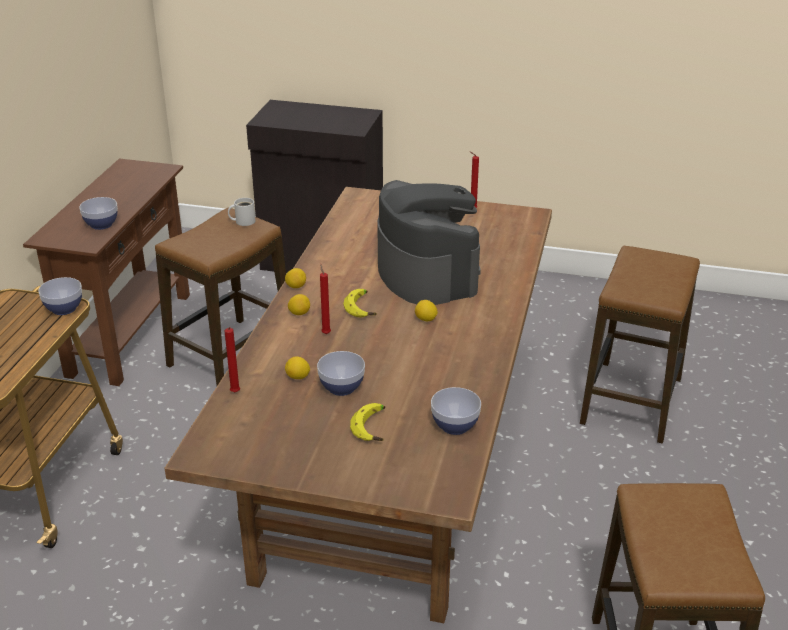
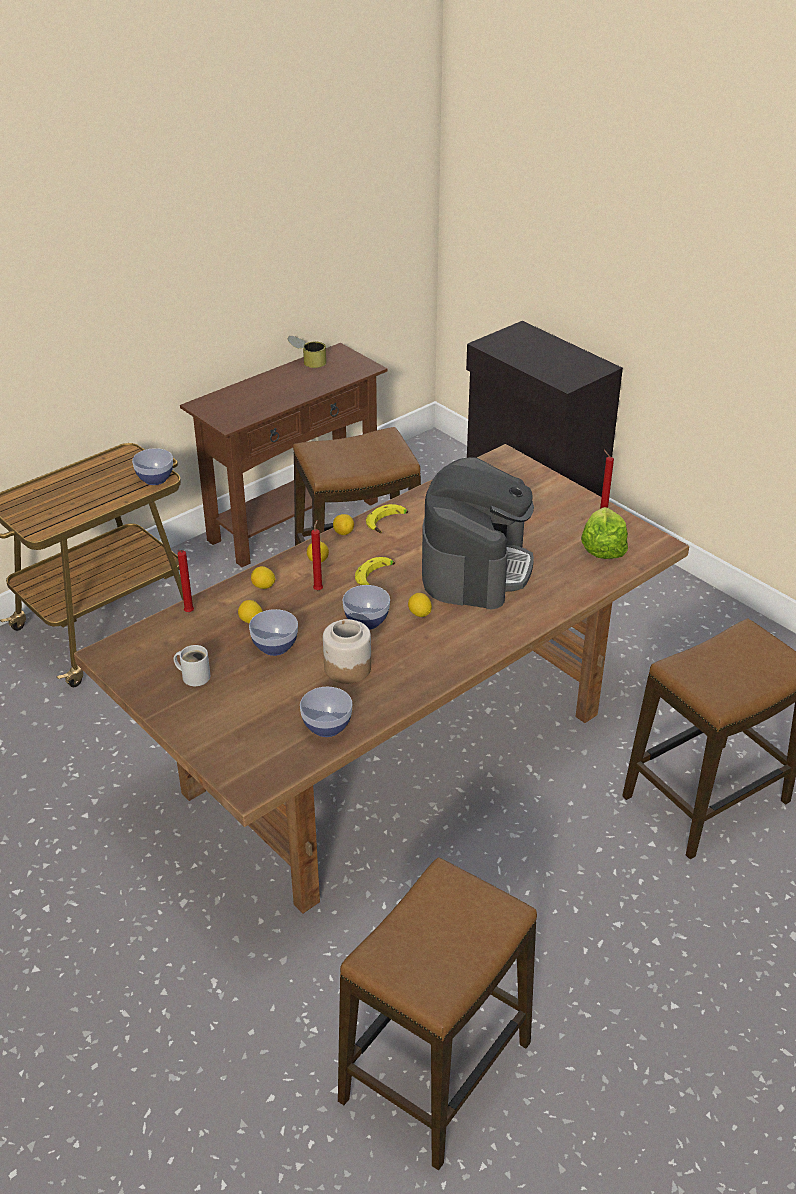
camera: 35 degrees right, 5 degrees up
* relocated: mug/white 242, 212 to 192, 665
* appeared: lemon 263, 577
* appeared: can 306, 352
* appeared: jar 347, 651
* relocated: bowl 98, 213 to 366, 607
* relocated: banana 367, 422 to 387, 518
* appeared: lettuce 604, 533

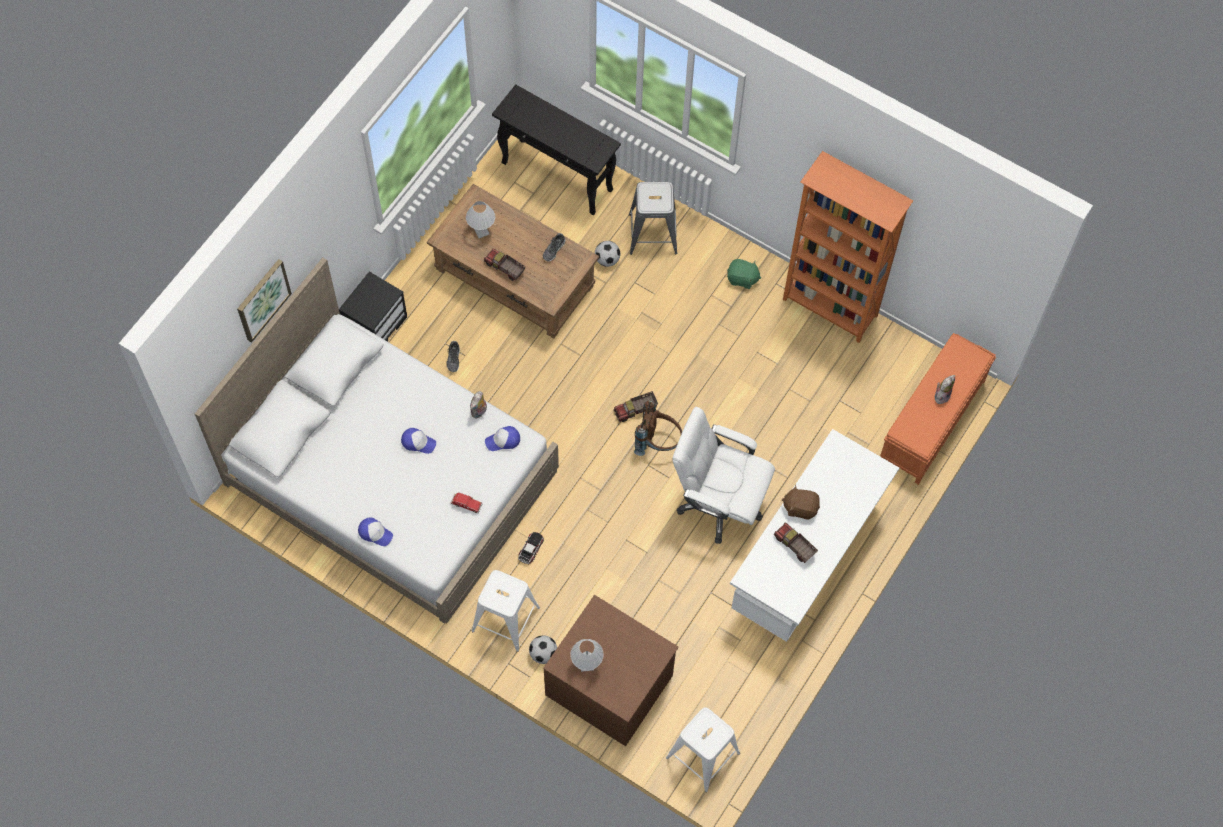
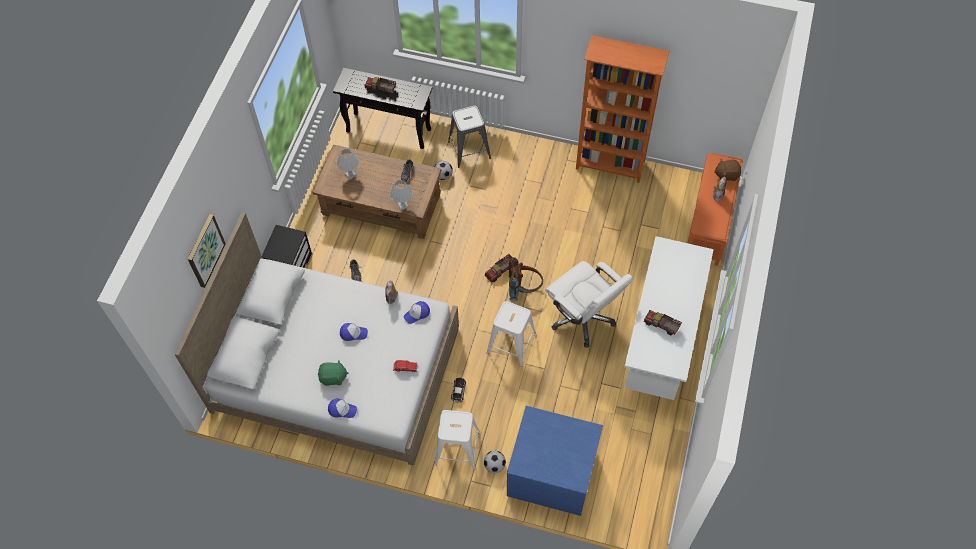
camera: 15 degrees left, 5 degrees down
* relocated: plush toy/green 744, 274 to 333, 373
* relocated: toy truck 504, 264 to 380, 86
* relocated: table lamp/white 586, 655 to 401, 195
* relocated: stool/white 703, 749 to 511, 334
* colour: dresser/brown 611, 670 to dresser/blue 555, 461
* spun: office chair/white 723, 475 = 589, 304 135 degrees counterclockwise
* relocated: plush toy/brown 801, 502 to 727, 170

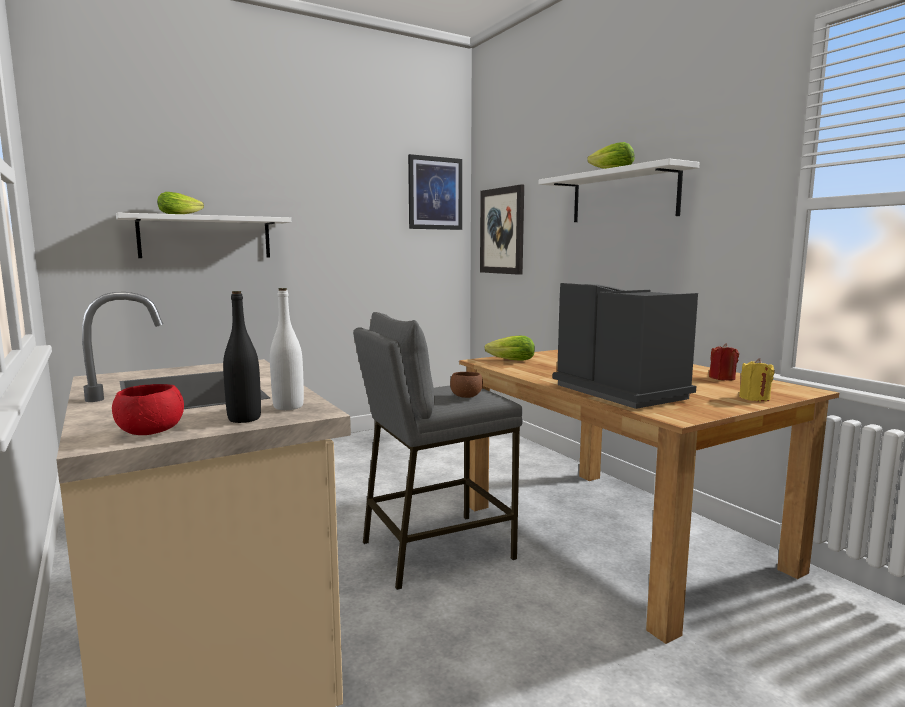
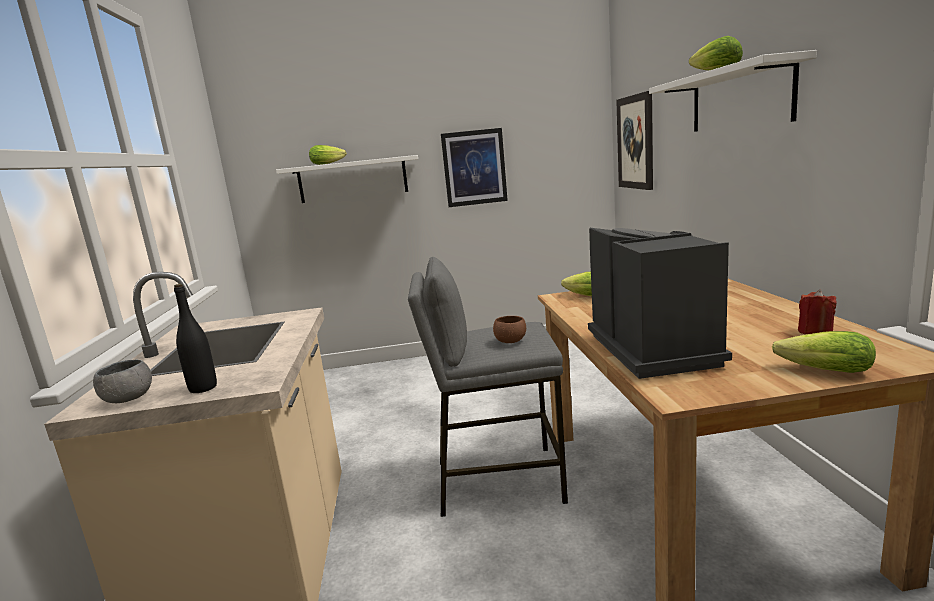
camera: 25 degrees right, 5 degrees up
* colour: bowl/red 148, 409 to bowl/grey 122, 381
* relocated: picture 435, 192 to 474, 167
* exchanged: candle/yellow 756, 380 to lettuce 824, 352
* missing: bottle/white 287, 349

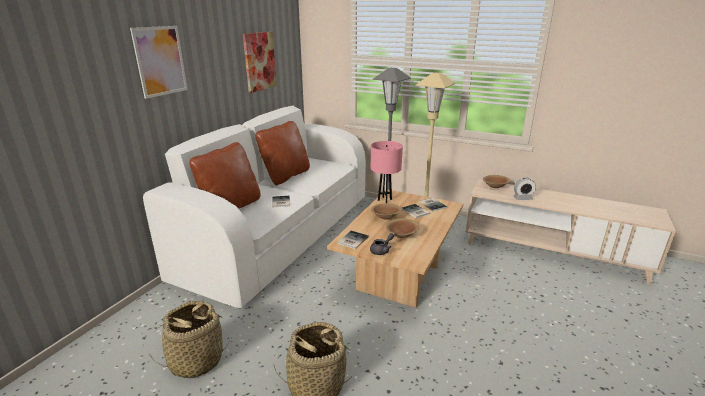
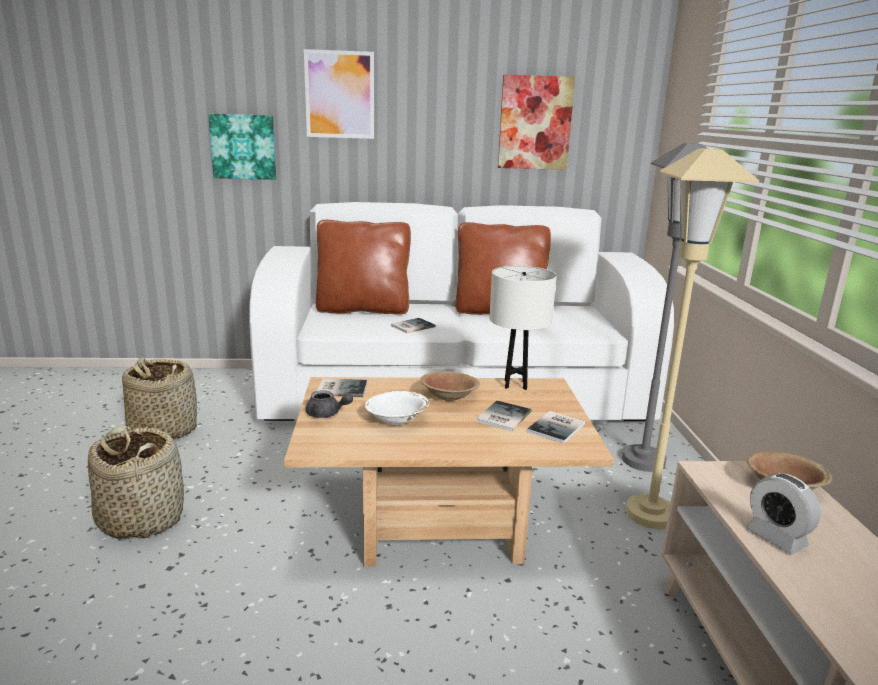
camera: 60 degrees right, 5 degrees down
* appeared: picture 242, 147
* colour: bowl/brown 402, 228 to bowl/white 397, 408
* colour: table lamp/pink 387, 172 to table lamp/white 523, 328

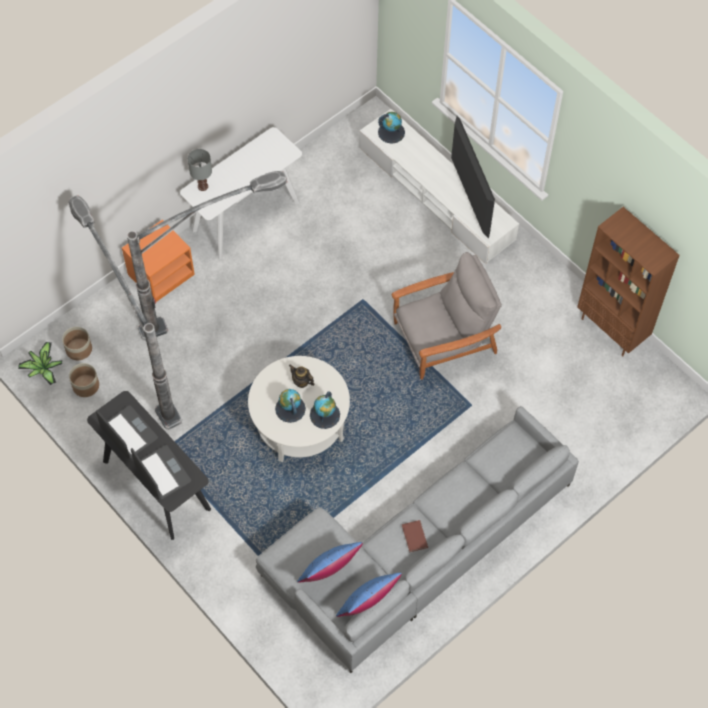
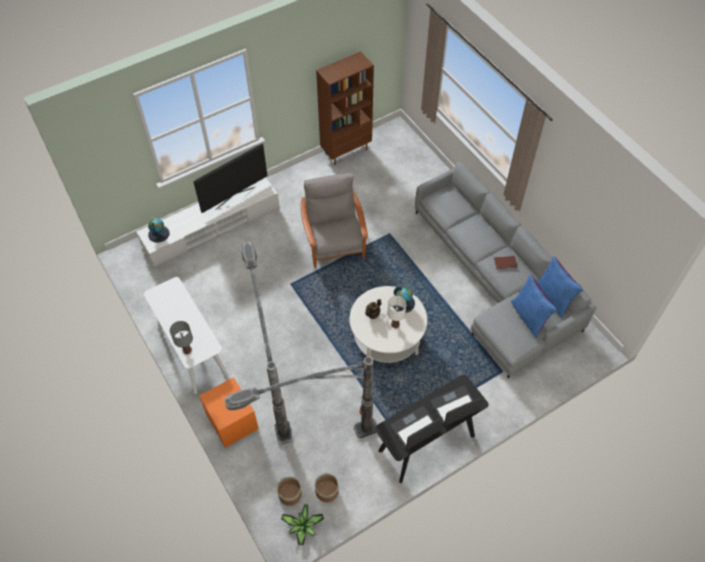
camera: 80 degrees left, 5 degrees down
* spun: television 473, 177 = 230, 178 150 degrees clockwise
* exchanged: globe 290, 406 to table lamp/white 396, 312

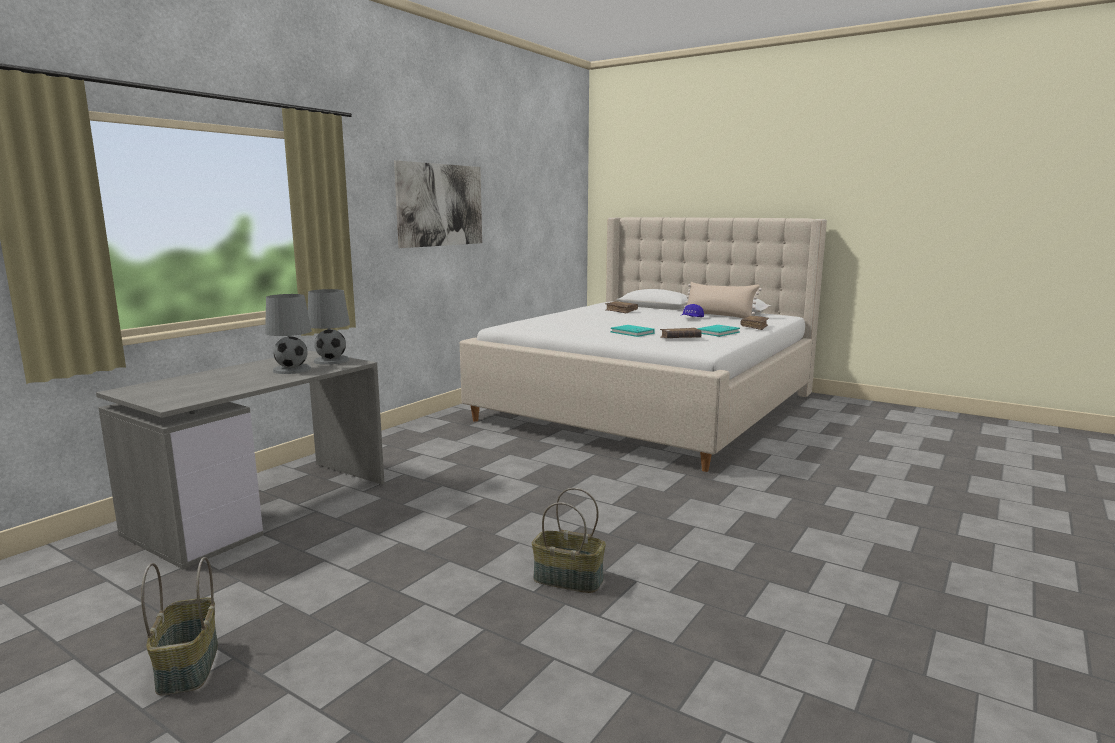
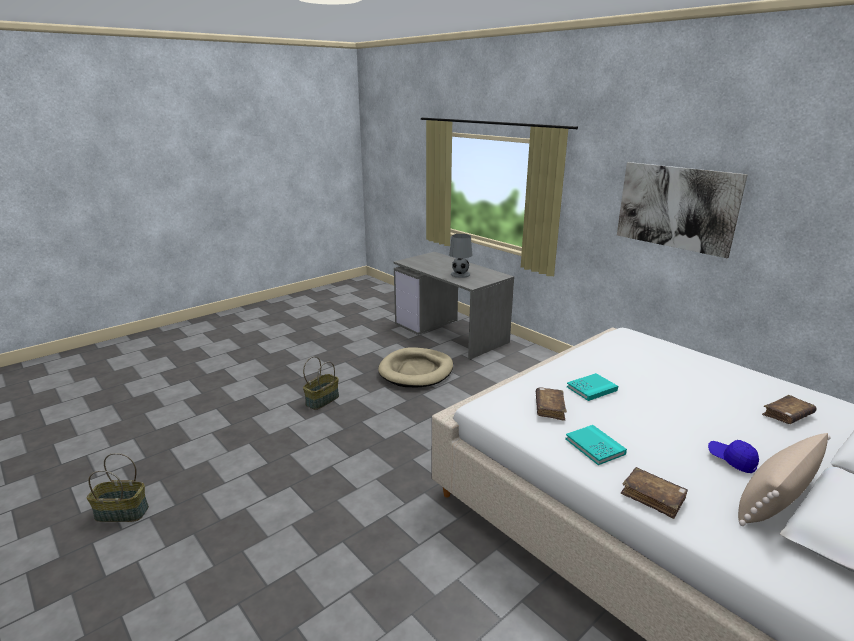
camera: 105 degrees right, 10 degrees up
* relocated: basket 179, 626 to 118, 487
* appeared: dog bed/beige 415, 367
* missing: table lamp/grey 329, 327

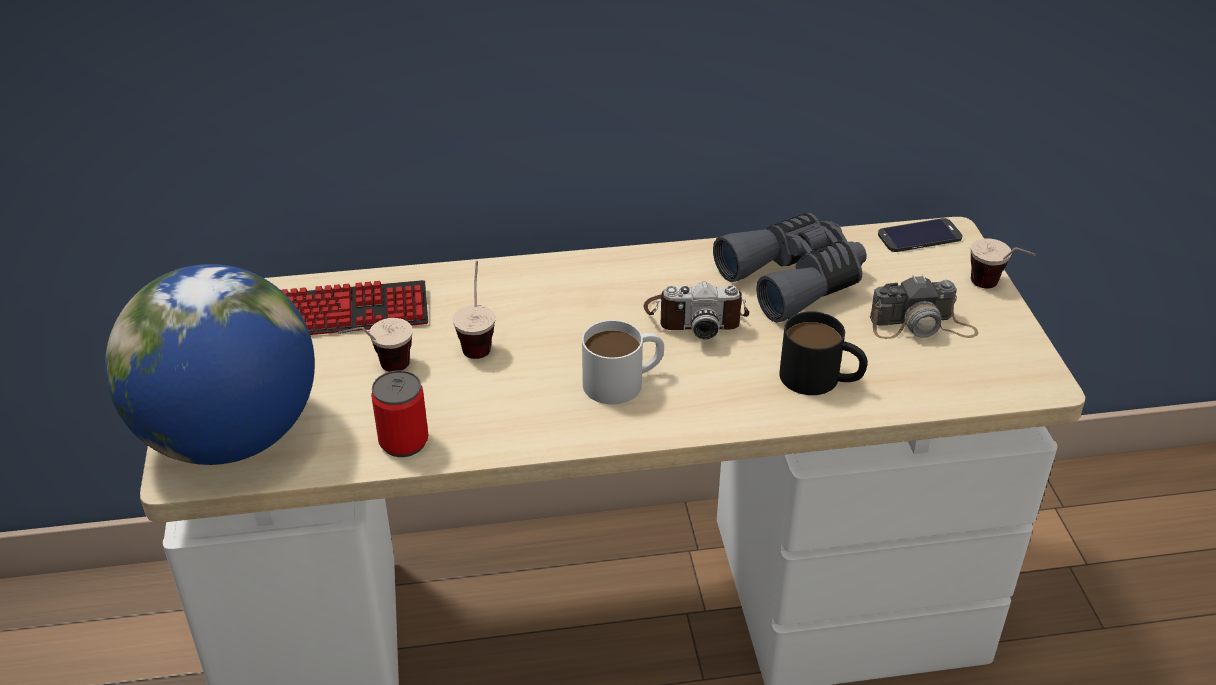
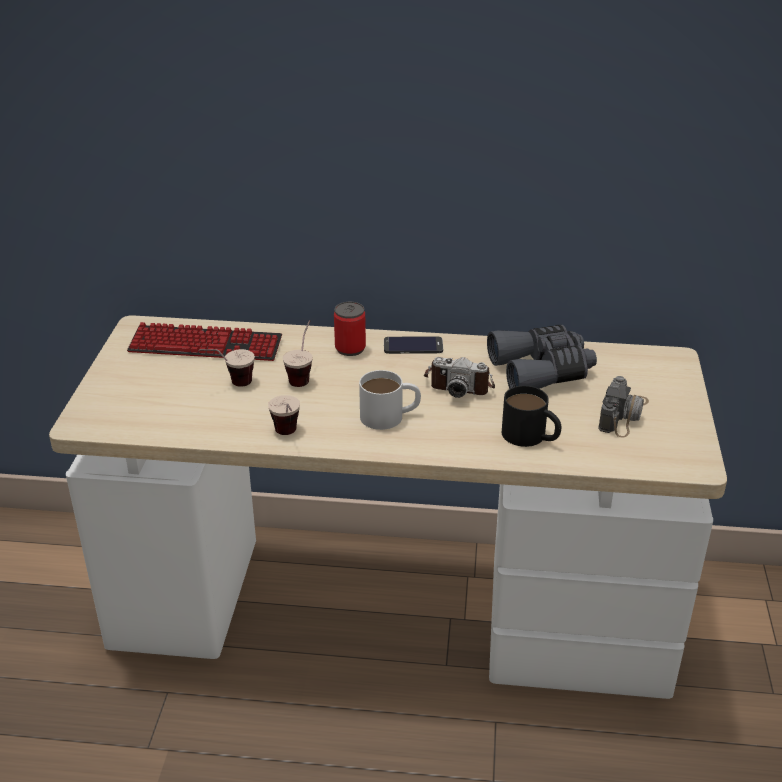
camera: 15 degrees right, 5 degrees down
* relocated: cup 1003, 263 to 284, 415
* relocated: can 399, 413 to 350, 329
* relocated: phone 920, 235 to 413, 345
* spun: photo camera 924, 307 = 623, 406 75 degrees counterclockwise
* missing: globe 210, 364

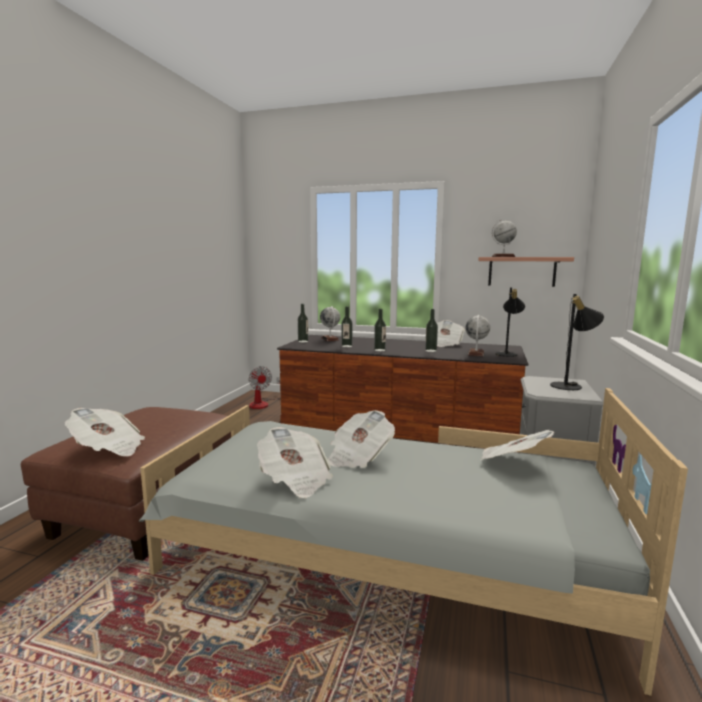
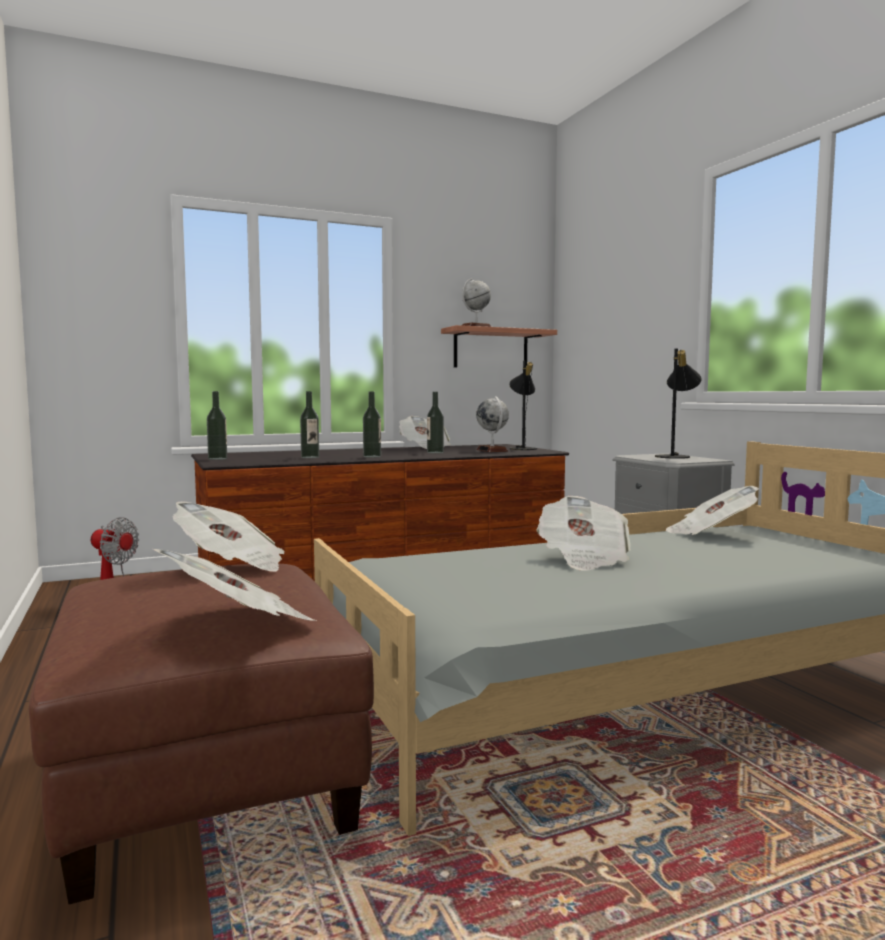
camera: 40 degrees left, 5 degrees down
* relocated: newspaper 295, 462 to 228, 536
* missing: globe 330, 323

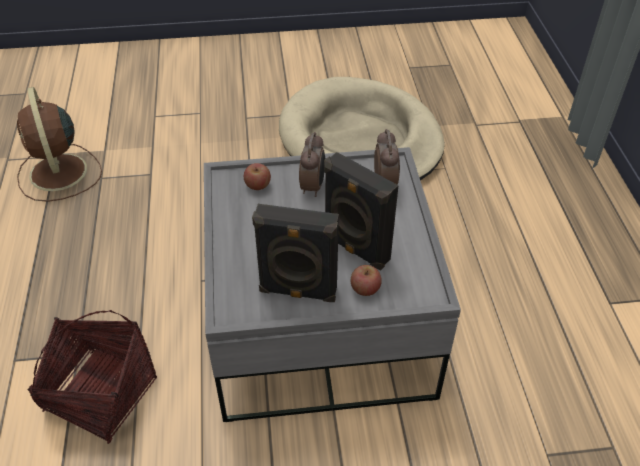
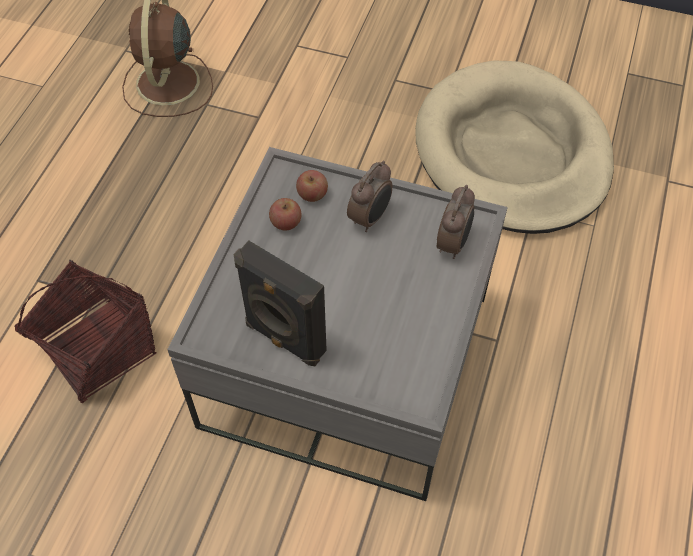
camera: 25 degrees right, 10 degrees up
* relocated: apple 366, 280 to 285, 214
* missing: speaker/black 361, 211

